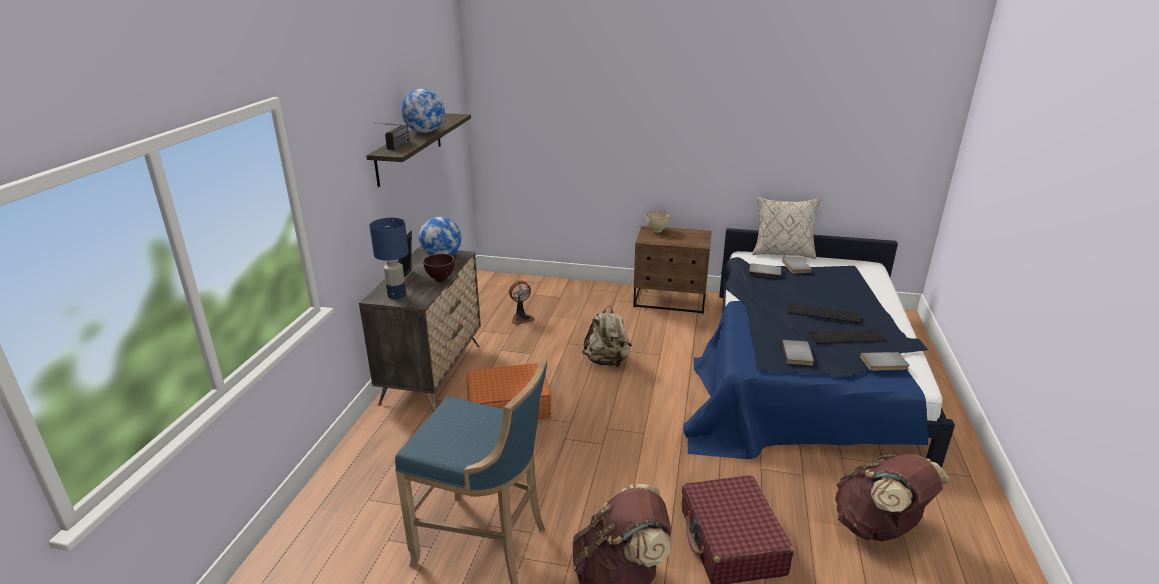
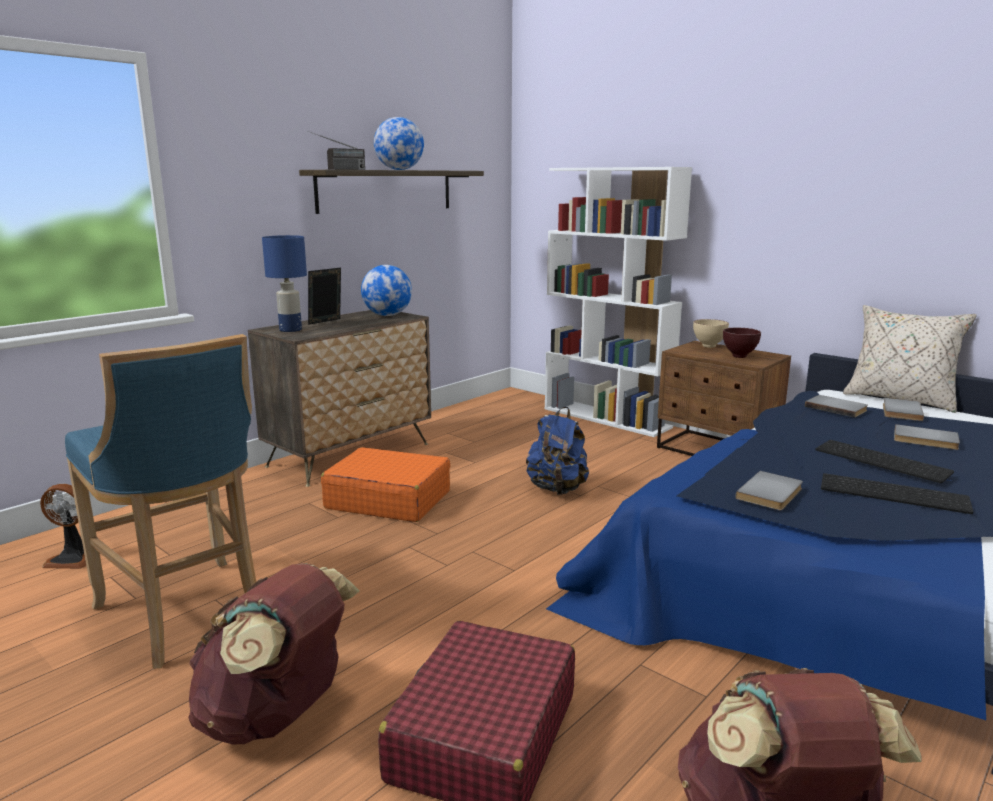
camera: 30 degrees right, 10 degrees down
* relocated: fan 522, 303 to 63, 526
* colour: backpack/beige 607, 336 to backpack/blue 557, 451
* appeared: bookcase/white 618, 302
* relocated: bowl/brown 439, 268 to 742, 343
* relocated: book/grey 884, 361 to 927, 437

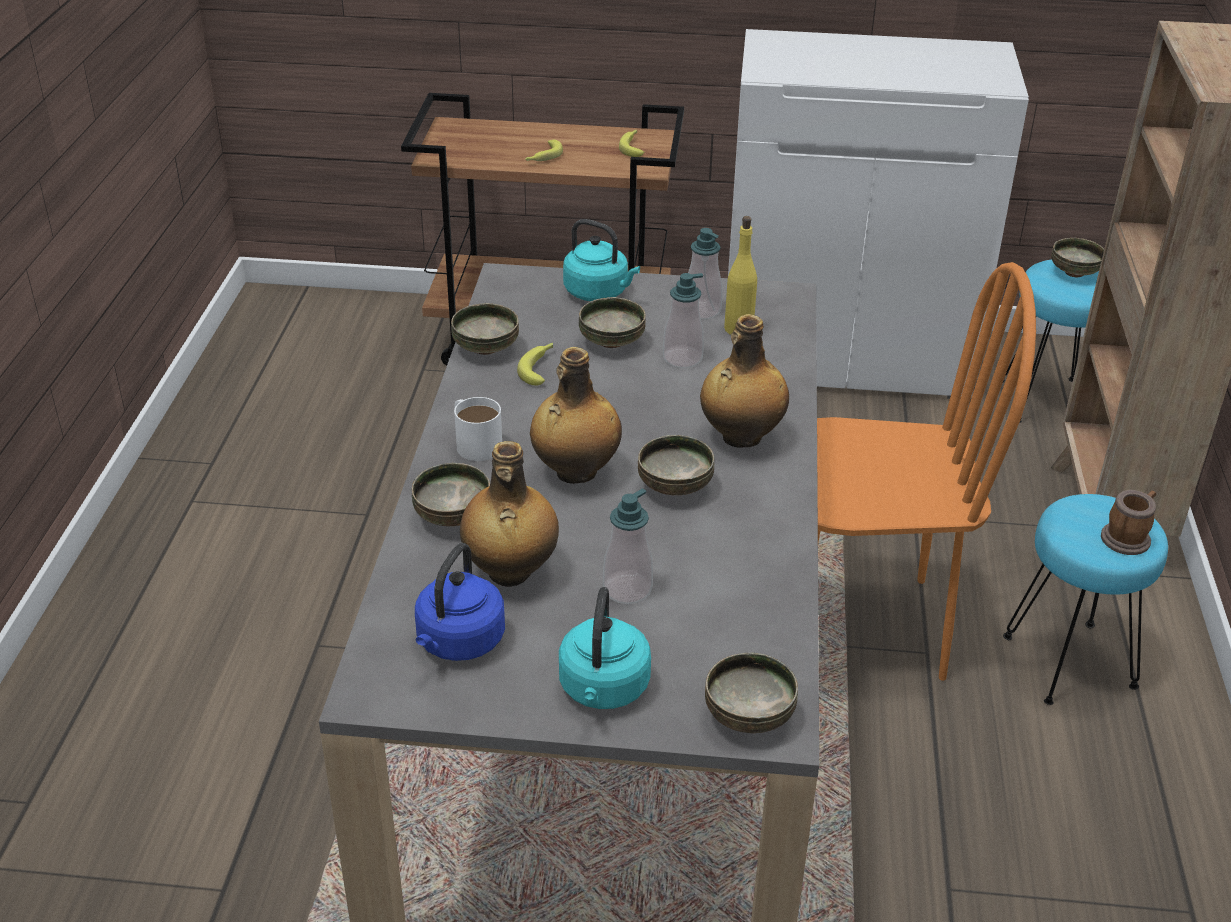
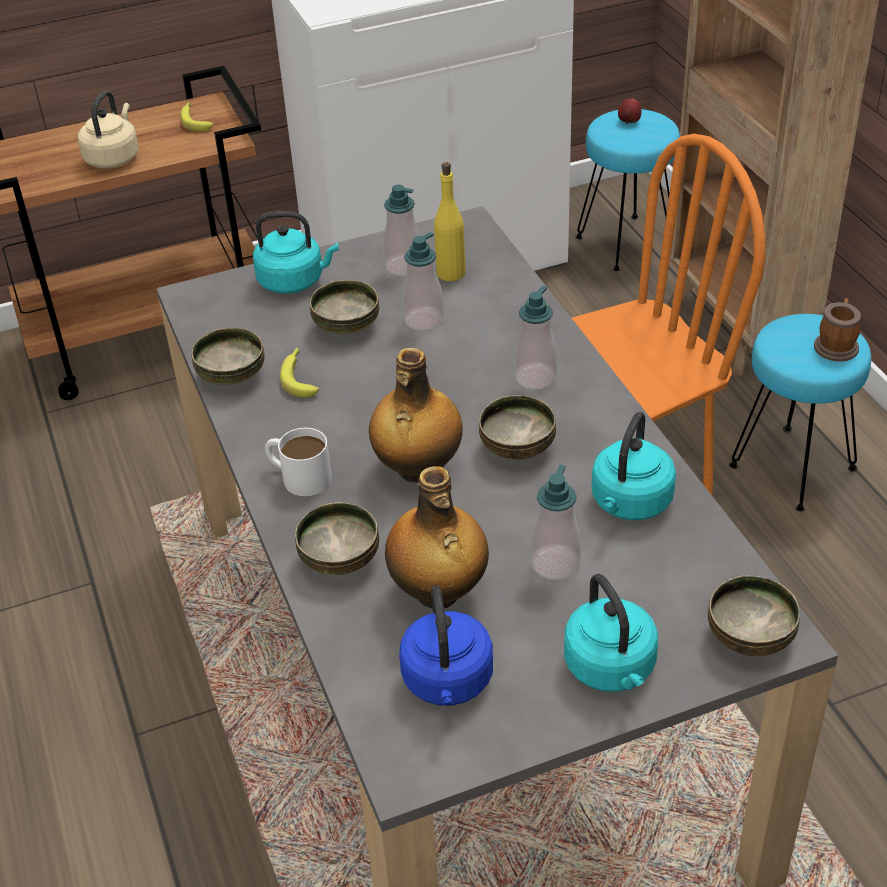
camera: 25 degrees left, 5 degrees up
* exchanged: banana 544, 150 to kettle/beige 108, 130
* exchanged: bottle 744, 381 to soap dispenser 536, 338
* appeared: kettle/turquoise 634, 466
* exchanged: bowl 1077, 258 to apple 629, 111

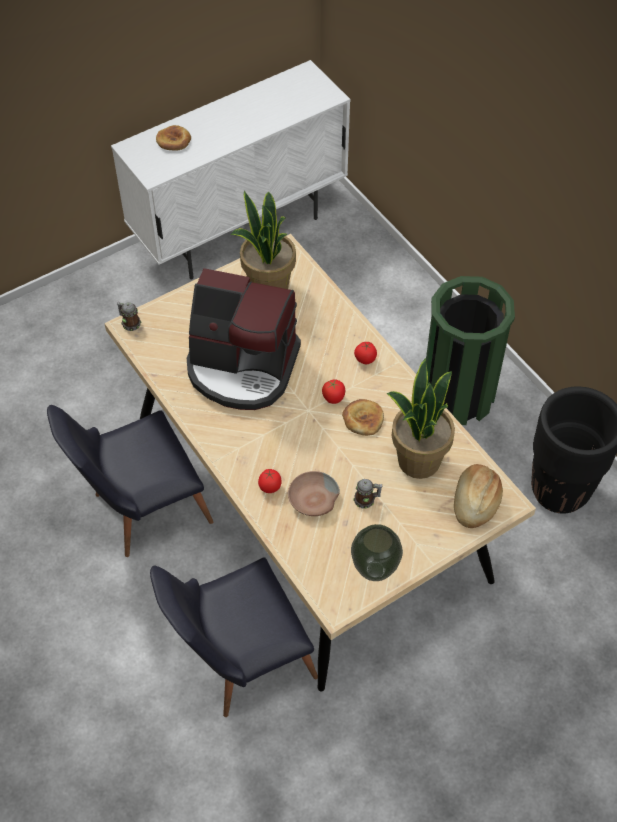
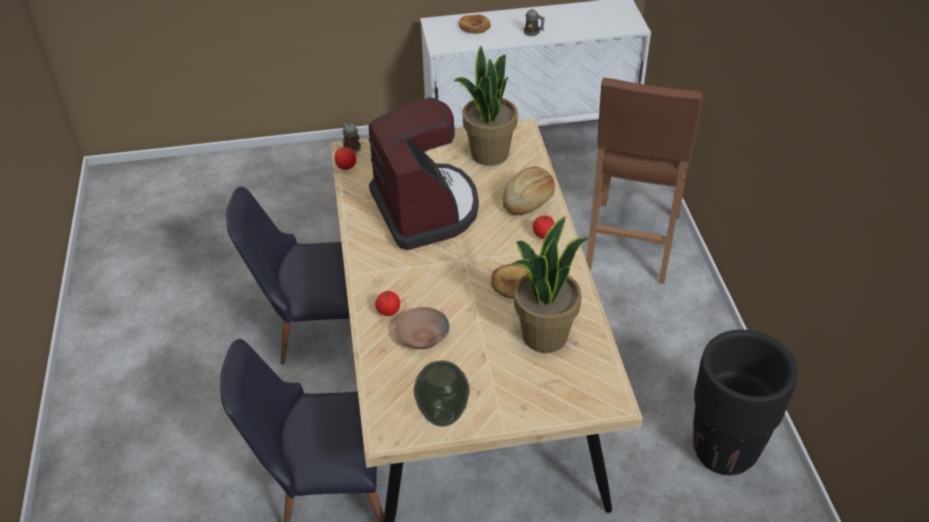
camera: 25 degrees right, 10 degrees down
* relocated: tomato 333, 391 to 345, 158
* spun: coffee machine 244, 339 = 423, 173 150 degrees counterclockwise
* relocated: bread 478, 496 to 529, 190
* relocated: mug 367, 494 to 534, 22
* appeared: stool/brown 644, 181
* missing: trash can/green 470, 350

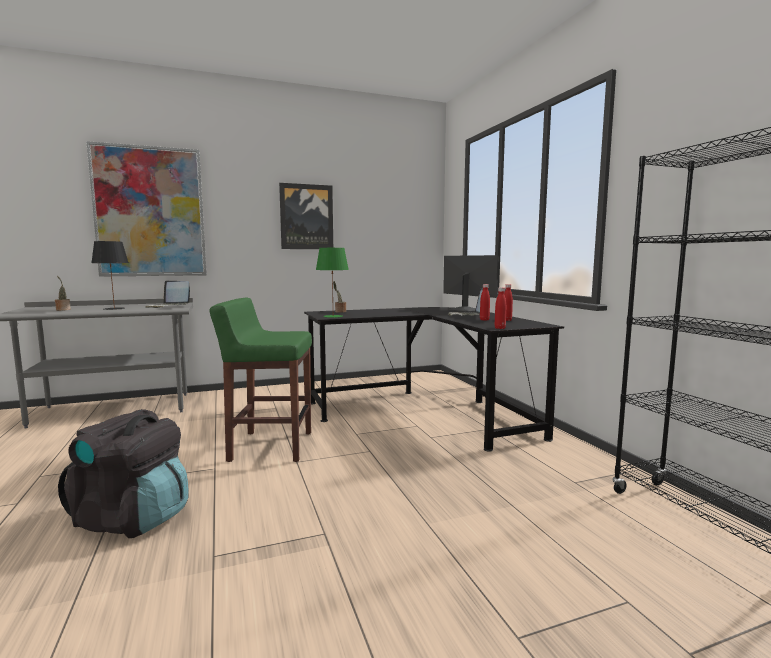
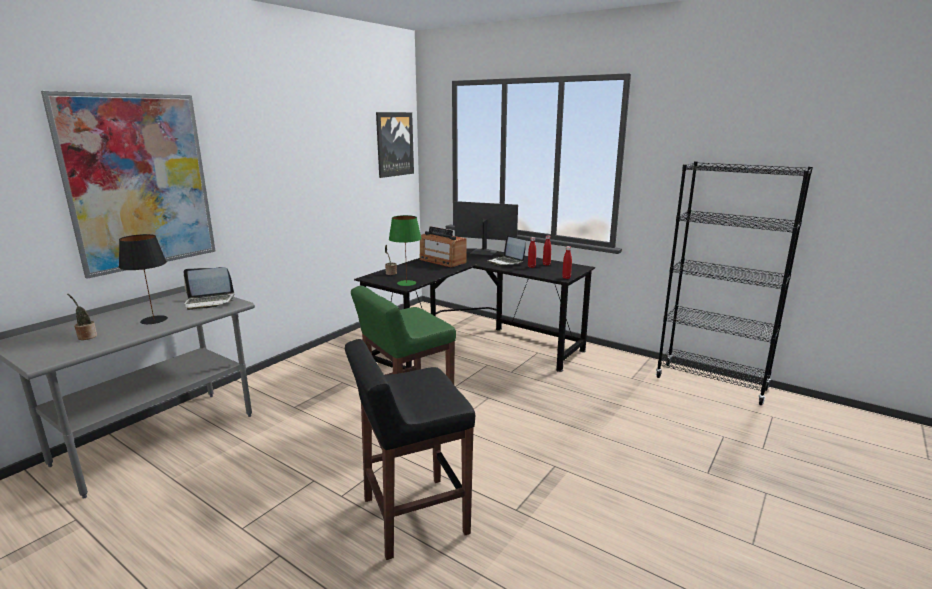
camera: 35 degrees left, 10 degrees up
* exchanged: backpack/black 123, 473 to stool/black 410, 449
* relocated: picture 306, 216 to 395, 145
* appeared: radio 442, 246

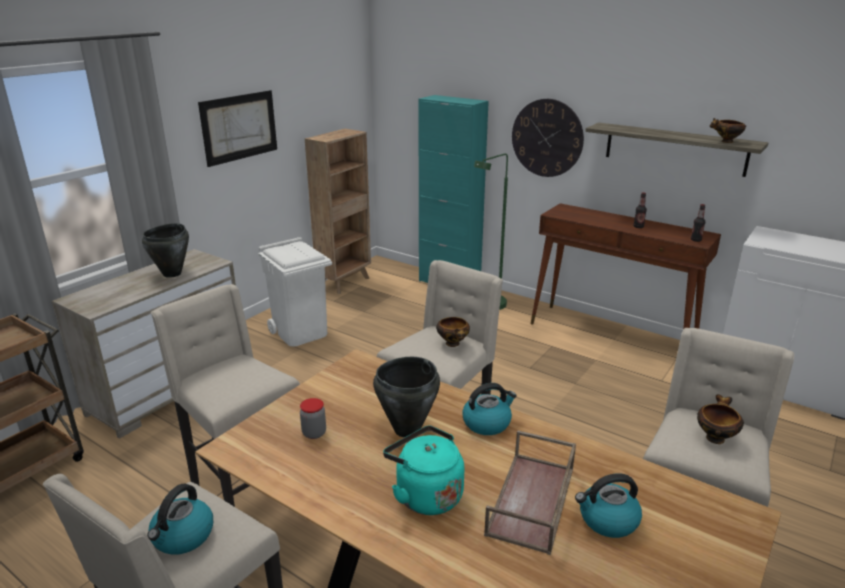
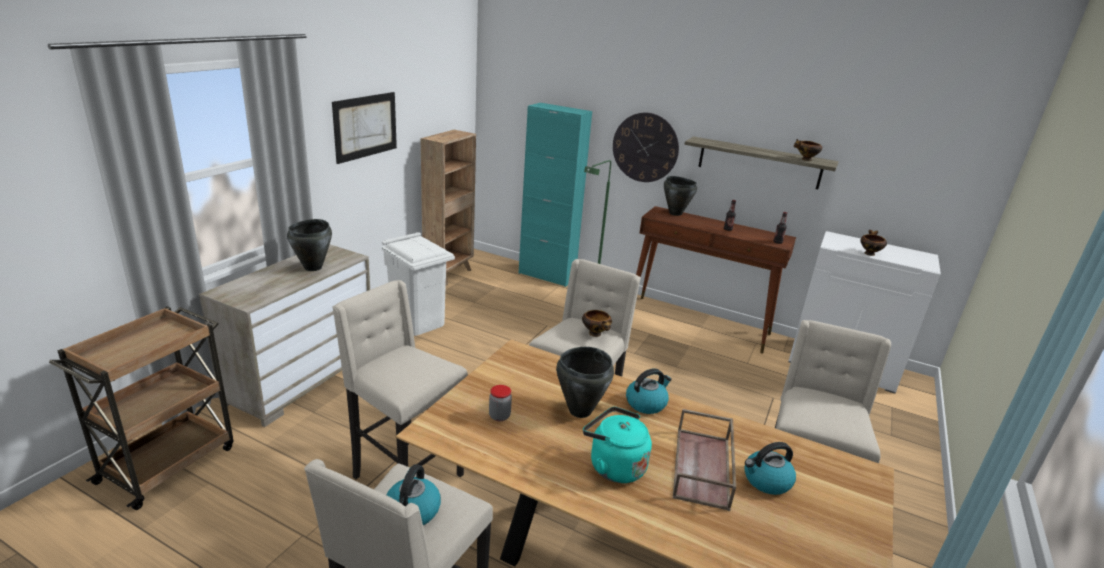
camera: 10 degrees left, 0 degrees up
* appeared: cooking pot/black 680, 196
* relocated: bowl 720, 419 to 873, 243

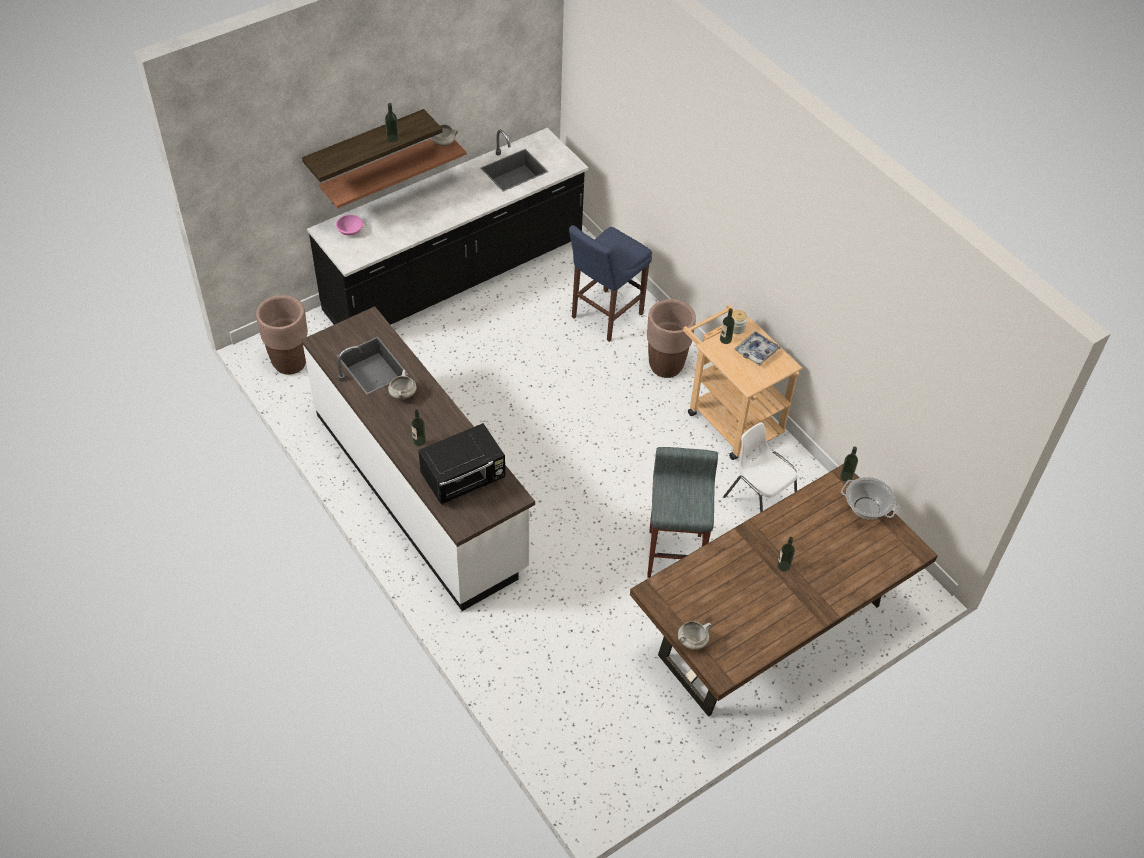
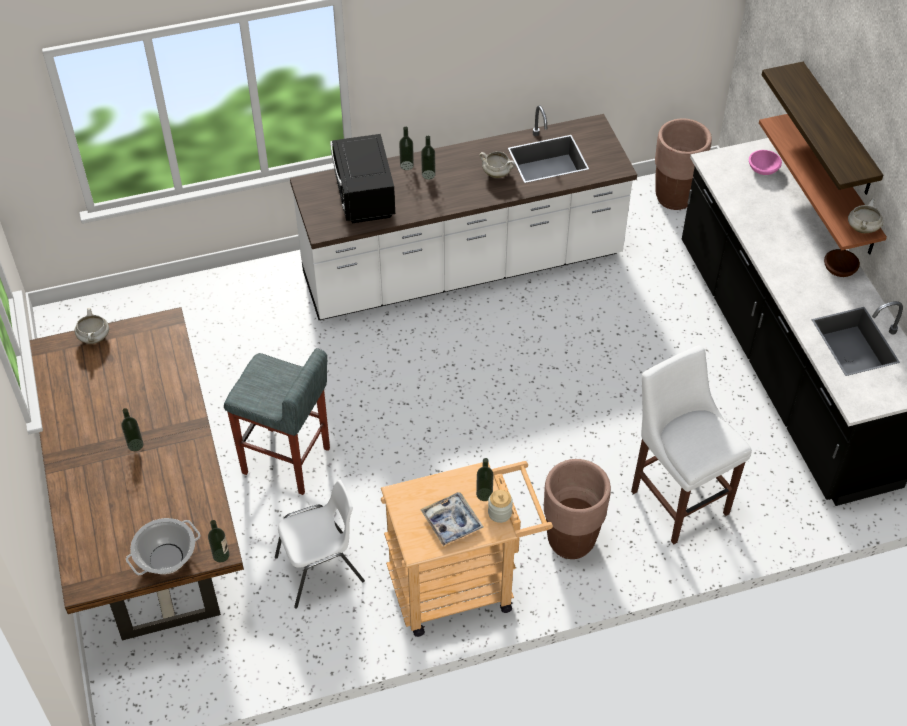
camera: 110 degrees right, 0 degrees up
* relocated: bottle 392, 122 to 406, 148
* colour: stool/blue 610, 283 to stool/white 691, 445
* appeared: bowl/brown 842, 263

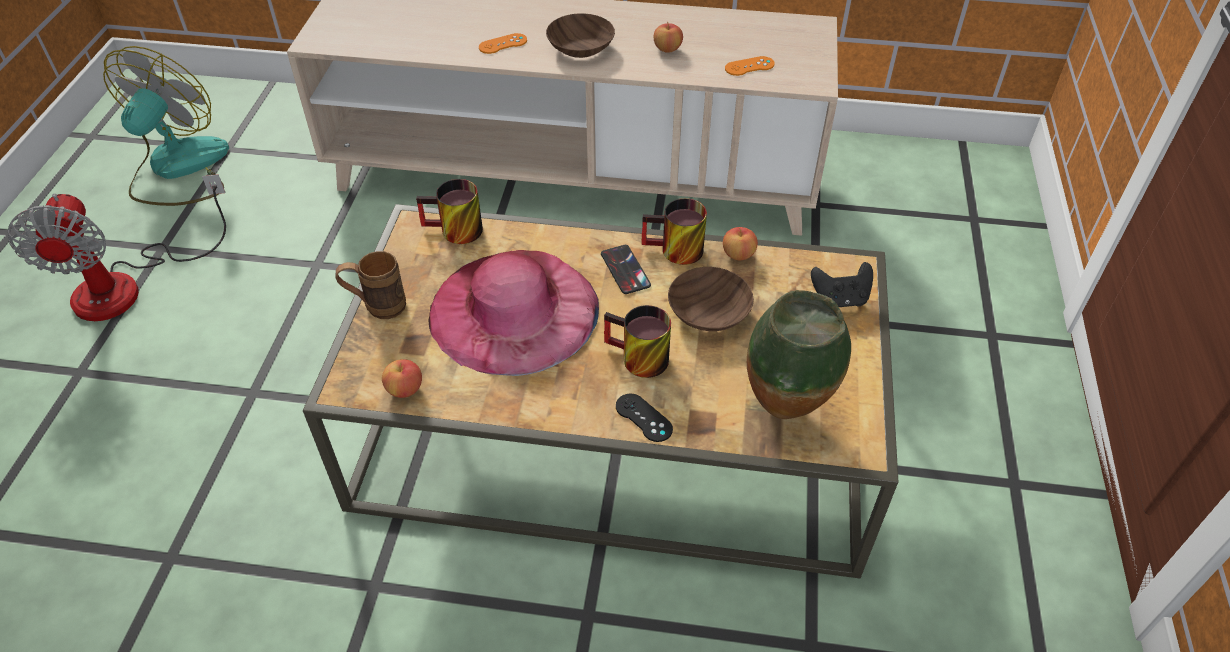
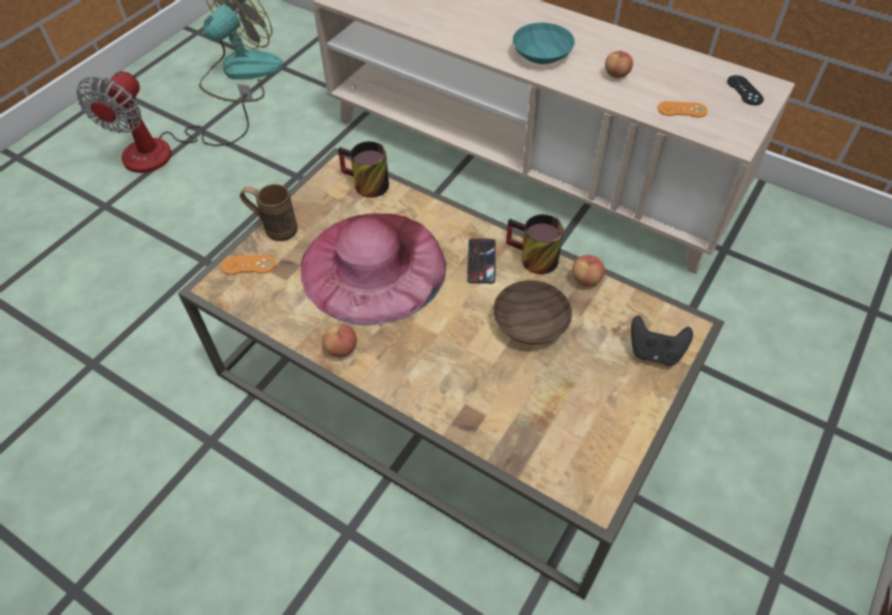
camera: 25 degrees right, 5 degrees up
* relocated: game controller/orange 503, 43 to 248, 265
* relocated: apple 402, 378 to 339, 340
* colour: bowl/brown 580, 35 to bowl/turquoise 544, 43
* relocated: game controller/black 644, 417 to 745, 90
* missing: mug 637, 341
* missing: vase 799, 354

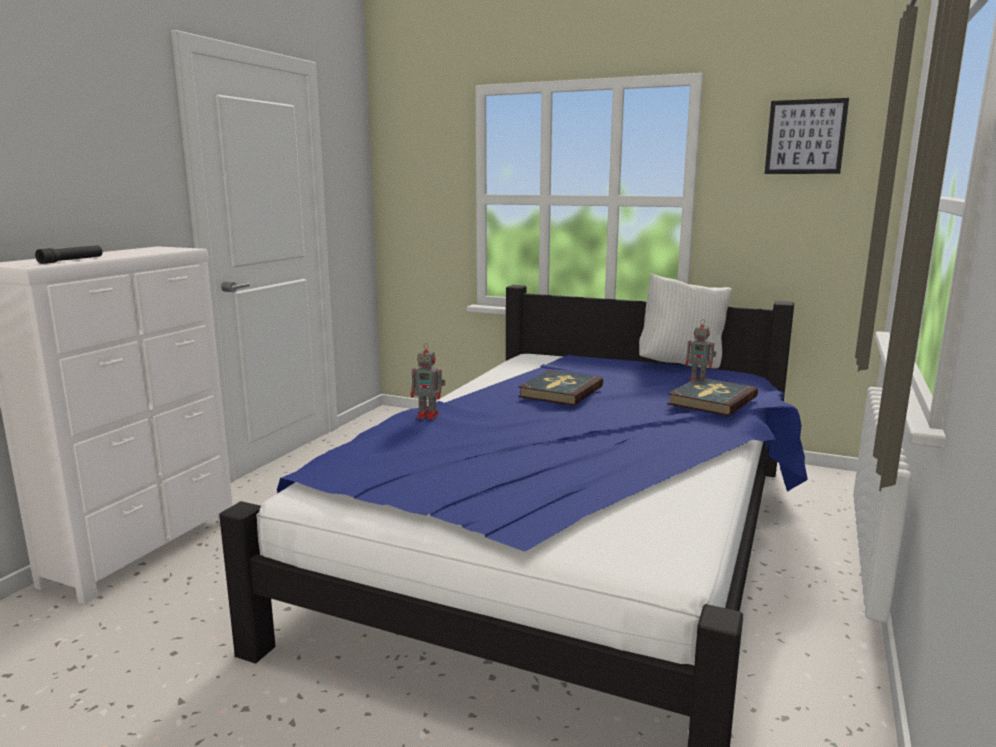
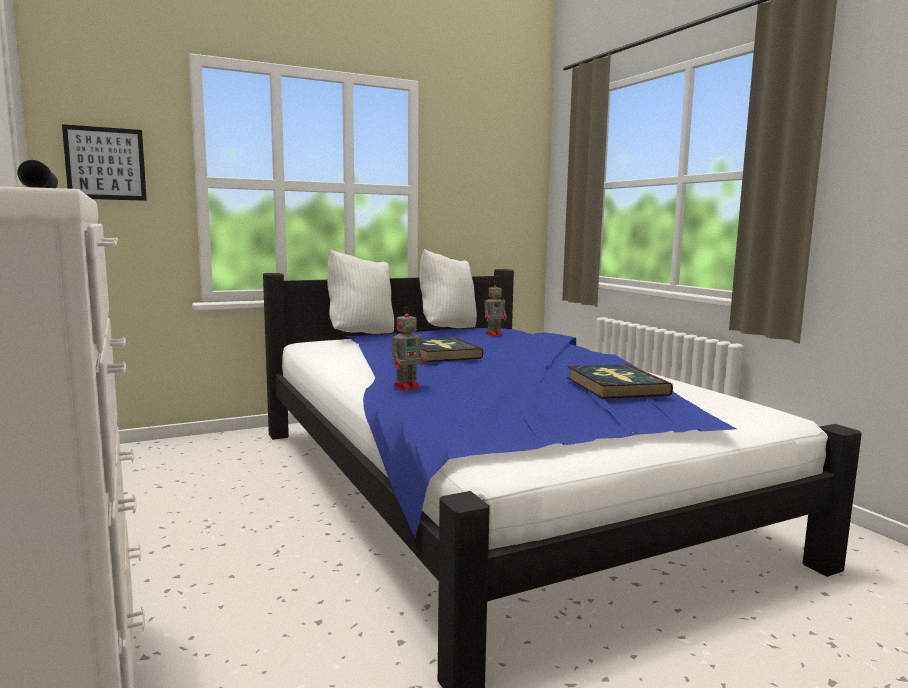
camera: 50 degrees left, 5 degrees down
* relocated: picture 807, 136 to 104, 162
* appeared: pillow/white 360, 292
* relocated: book 712, 396 to 620, 381

